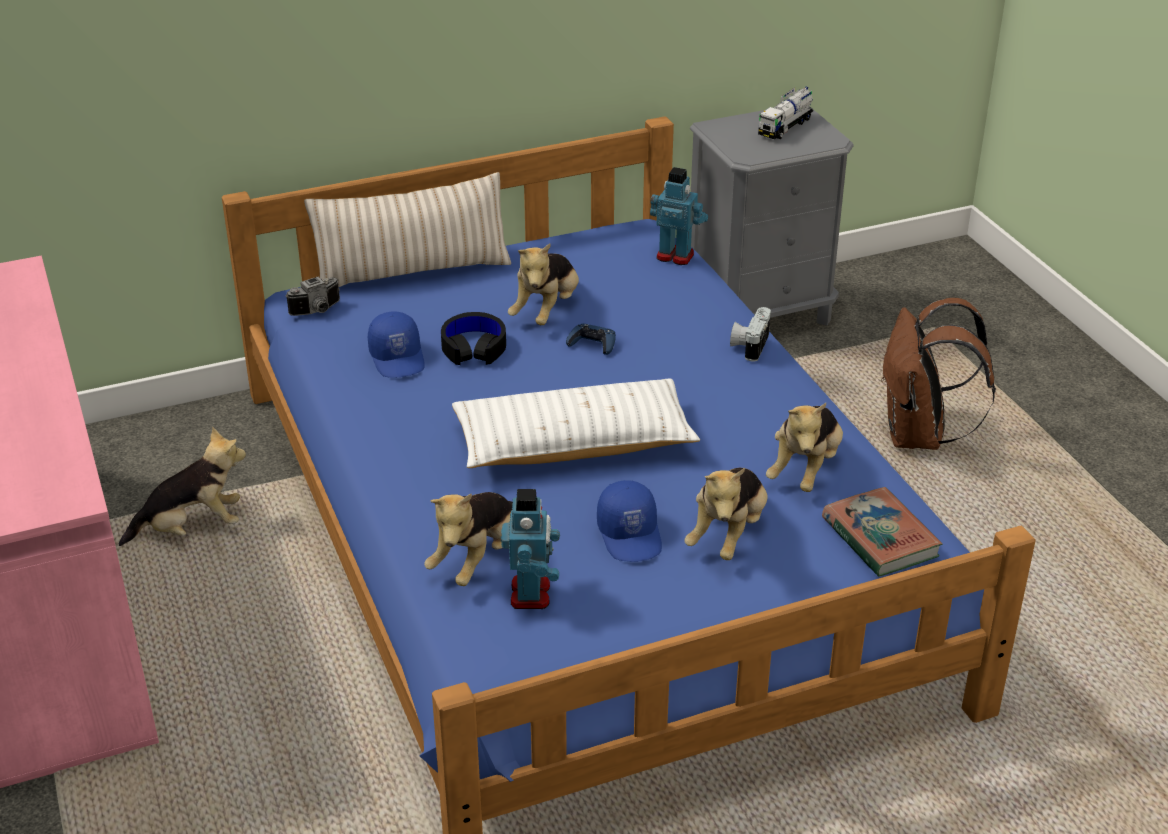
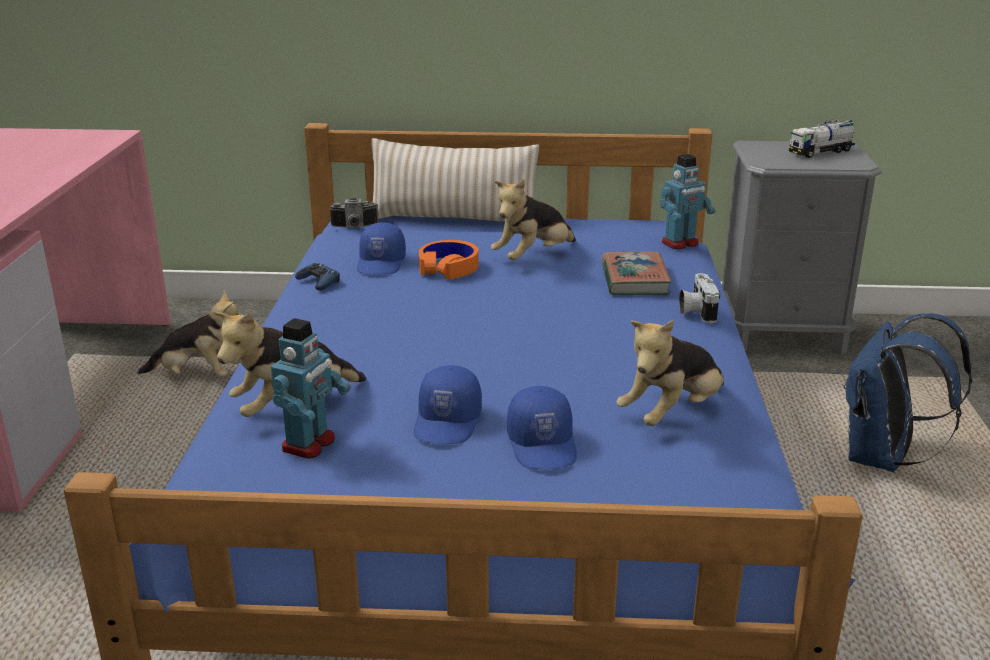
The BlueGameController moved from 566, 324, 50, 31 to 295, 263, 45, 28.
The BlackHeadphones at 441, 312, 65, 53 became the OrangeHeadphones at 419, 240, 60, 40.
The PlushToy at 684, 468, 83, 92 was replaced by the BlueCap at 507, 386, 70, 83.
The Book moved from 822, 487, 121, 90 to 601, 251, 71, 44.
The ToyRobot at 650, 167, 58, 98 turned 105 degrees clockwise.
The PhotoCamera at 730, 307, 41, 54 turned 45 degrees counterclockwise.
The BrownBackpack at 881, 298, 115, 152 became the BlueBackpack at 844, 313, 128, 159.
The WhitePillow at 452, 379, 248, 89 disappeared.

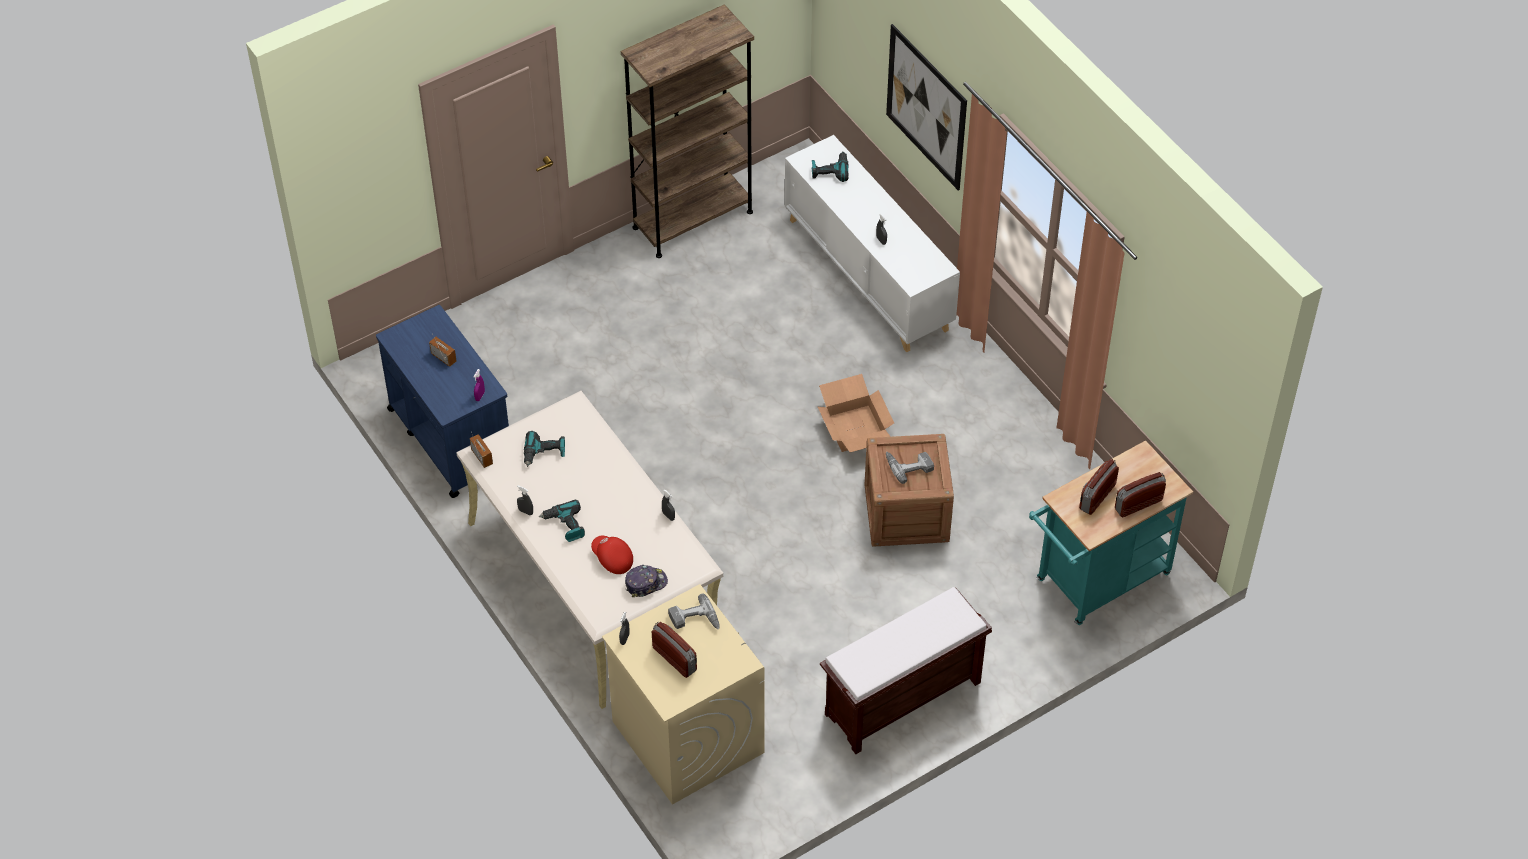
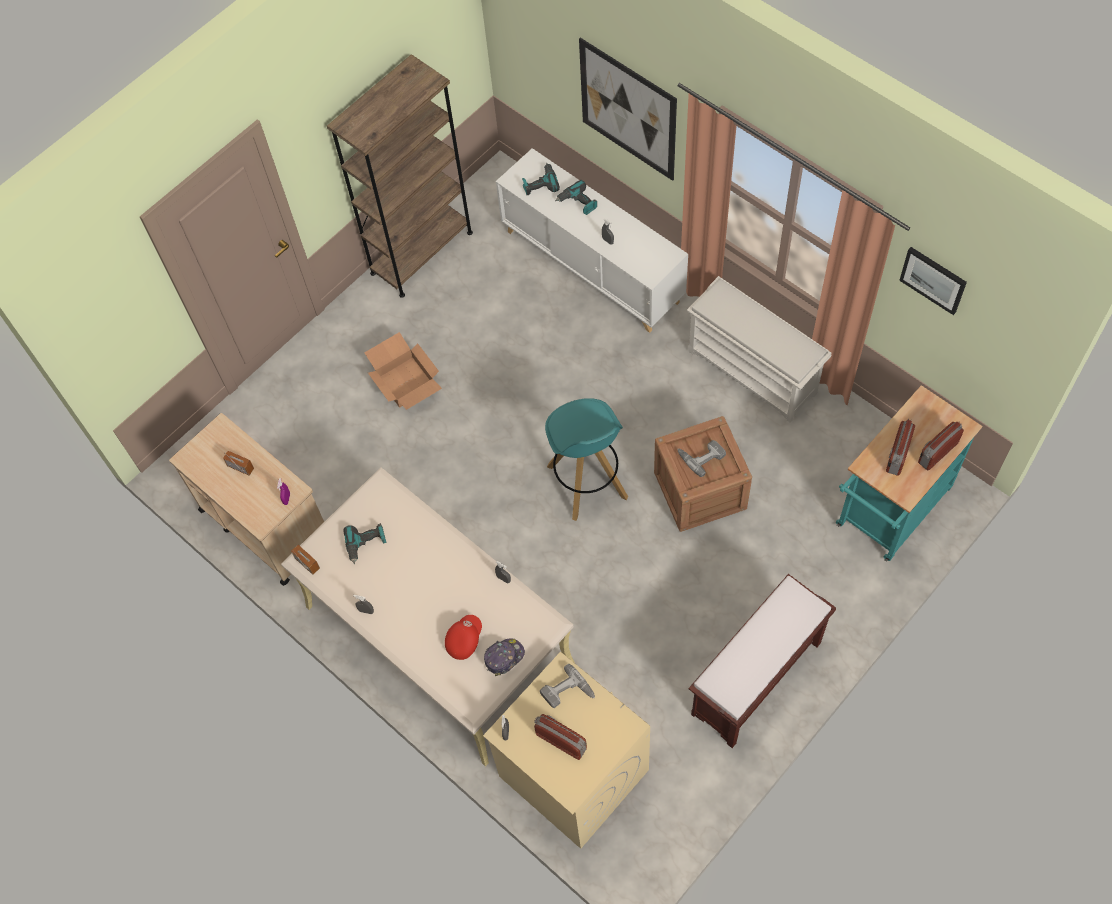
The BlueCart at 376, 305, 133, 193 became the BeigeCart at 169, 413, 155, 173.
The CardboardBox moved from 818, 374, 76, 78 to 365, 332, 77, 78.
The RedCap at 591, 536, 42, 38 turned 90 degrees clockwise.
The TurquoiseStool at 545, 398, 83, 123 appeared.
The PowerDrill moved from 539, 500, 46, 42 to 555, 180, 42, 35.
The WhiteShoeRack at 687, 276, 144, 146 appeared.
The Picture at 899, 247, 68, 68 appeared.

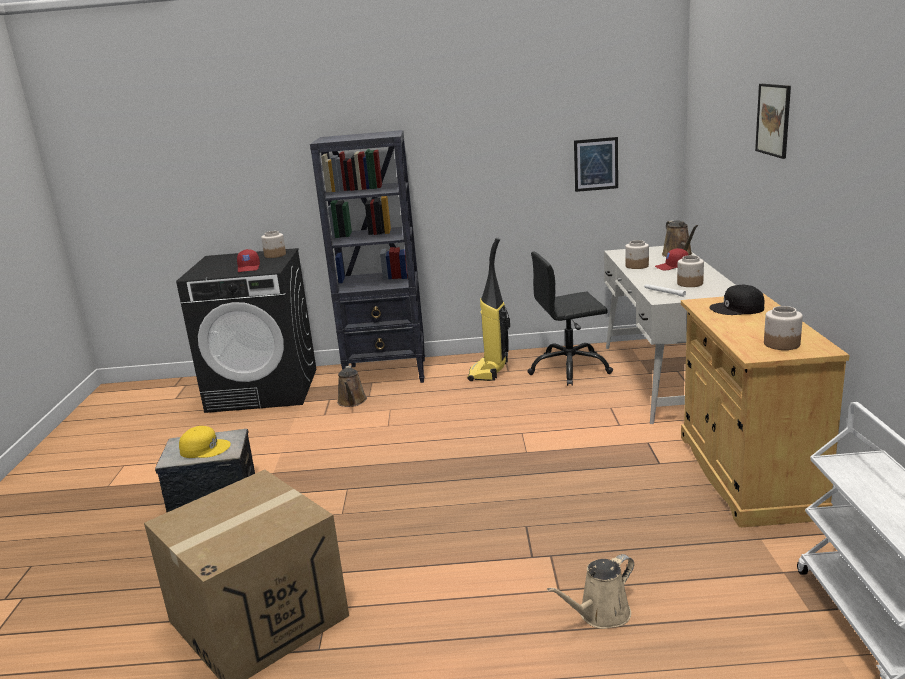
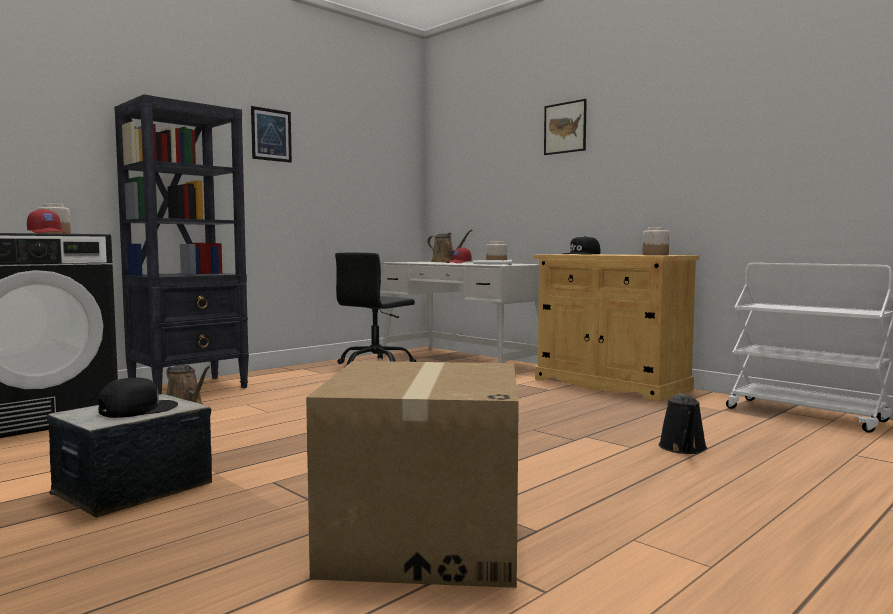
The YellowCap at 179, 426, 52, 32 became the BlackCap at 98, 378, 80, 40.
The Picture moved from 574, 137, 44, 55 to 251, 106, 41, 57.
The BeigeWateringCan at 547, 554, 87, 75 became the BlackWateringCan at 659, 394, 48, 60.
The VacuumCleaner at 467, 237, 43, 144 disappeared.
The Jar at 625, 240, 24, 29 disappeared.

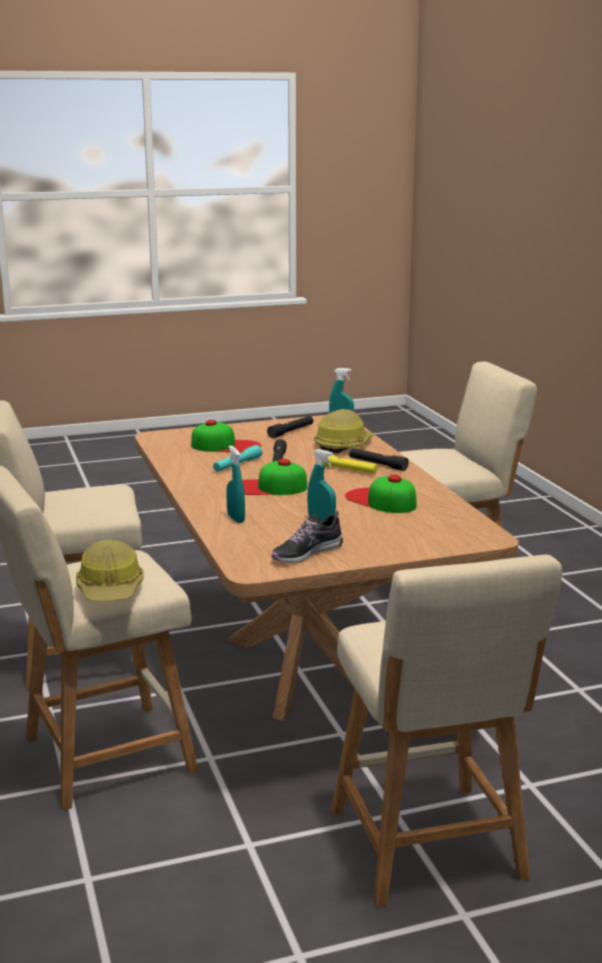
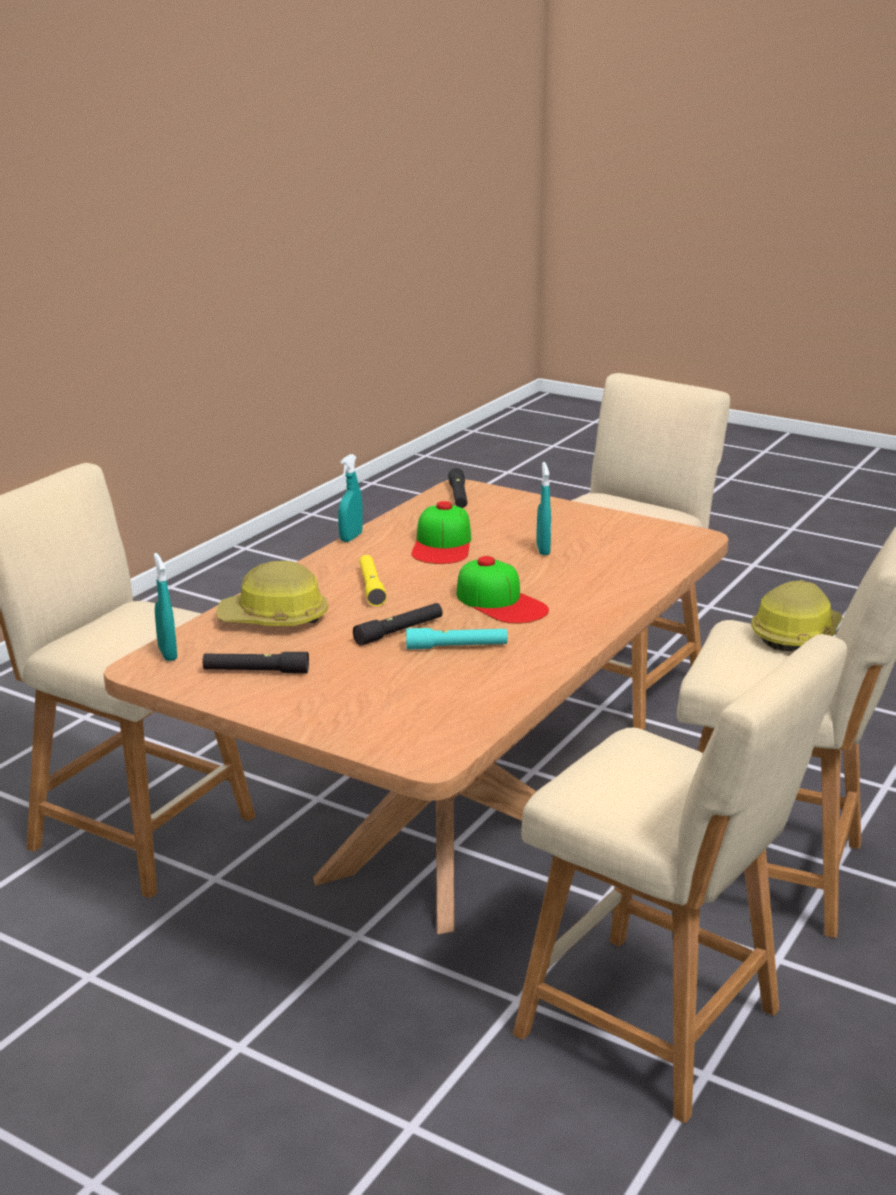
The TurquoiseSprayBottle moved from 226, 445, 19, 78 to 338, 454, 25, 88.
The BlackFlashlight moved from 349, 448, 60, 23 to 448, 468, 20, 40.
The Cap at 191, 420, 70, 32 disappeared.
The Shoe at 271, 510, 72, 53 disappeared.

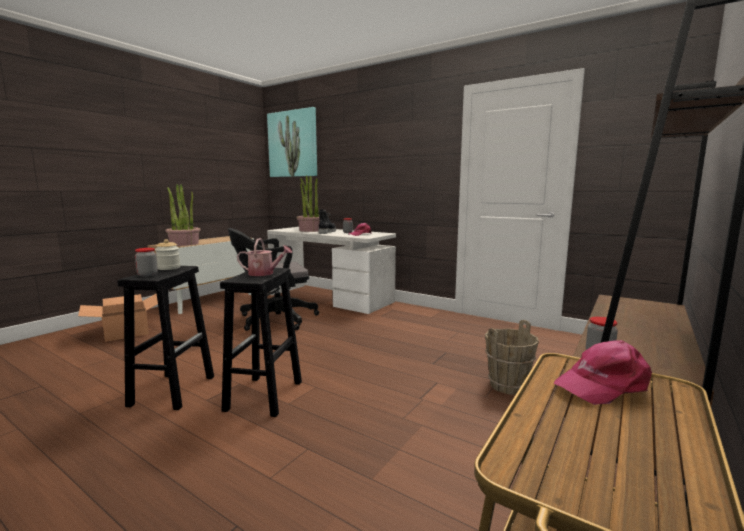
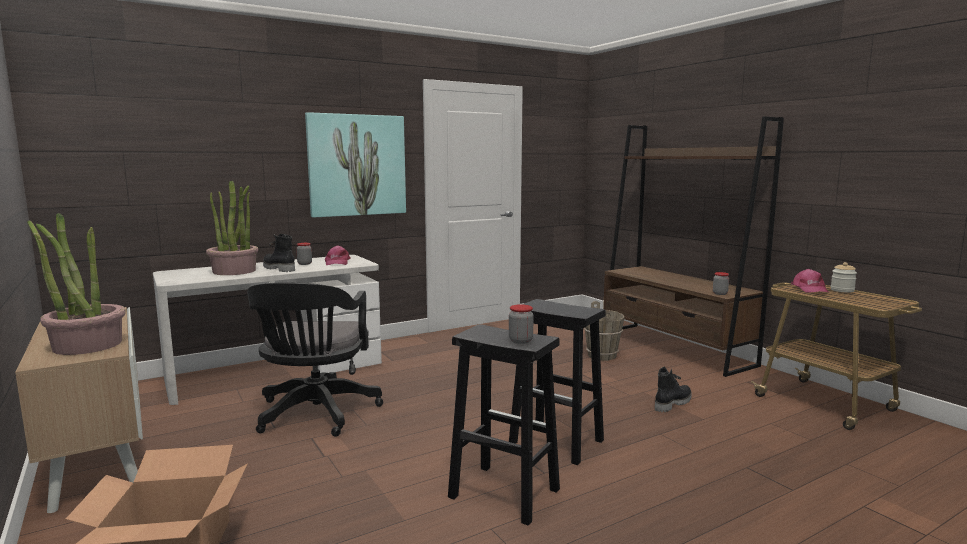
The Picture moved from 267, 107, 50, 70 to 305, 112, 101, 105.
The BlackBoot at 655, 366, 37, 46 appeared.
The Jar moved from 155, 239, 26, 31 to 831, 262, 26, 31.
The WateringCan at 237, 238, 55, 38 disappeared.

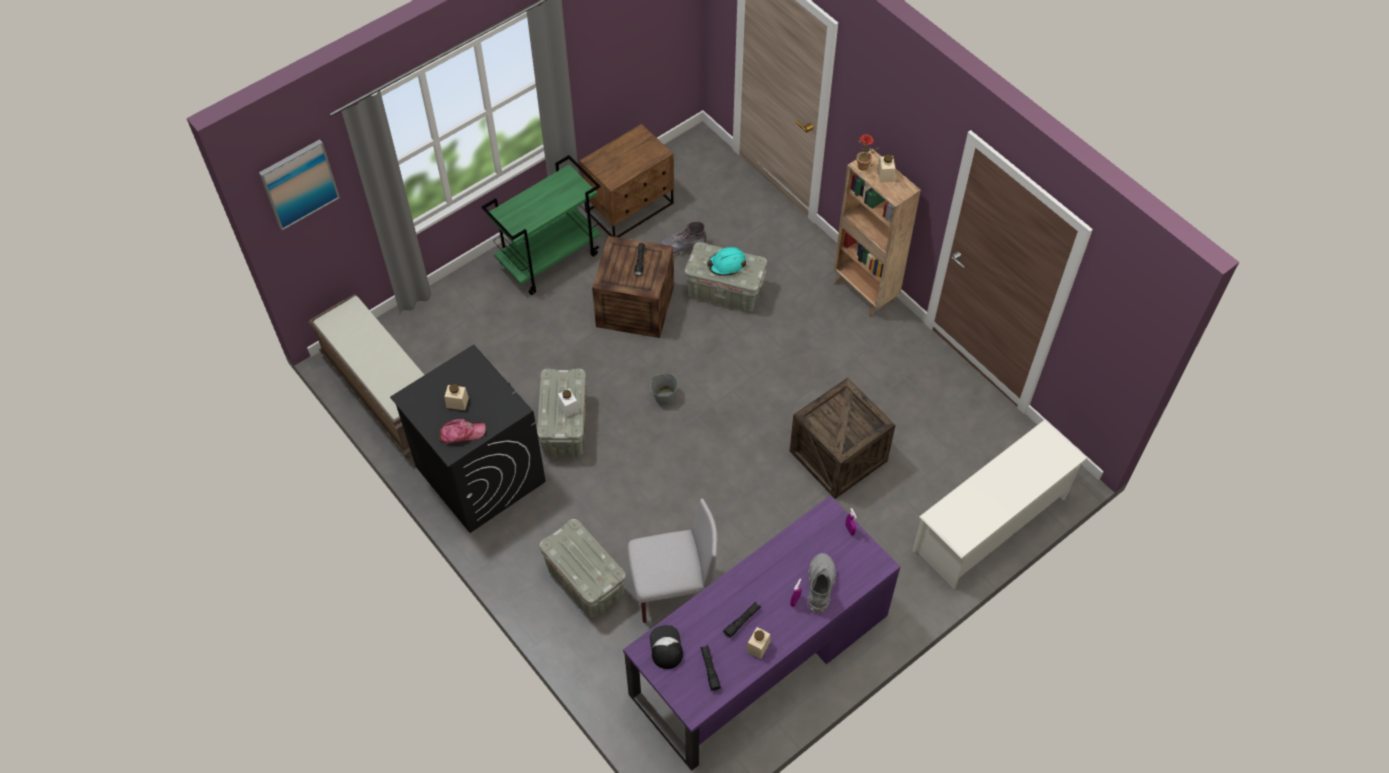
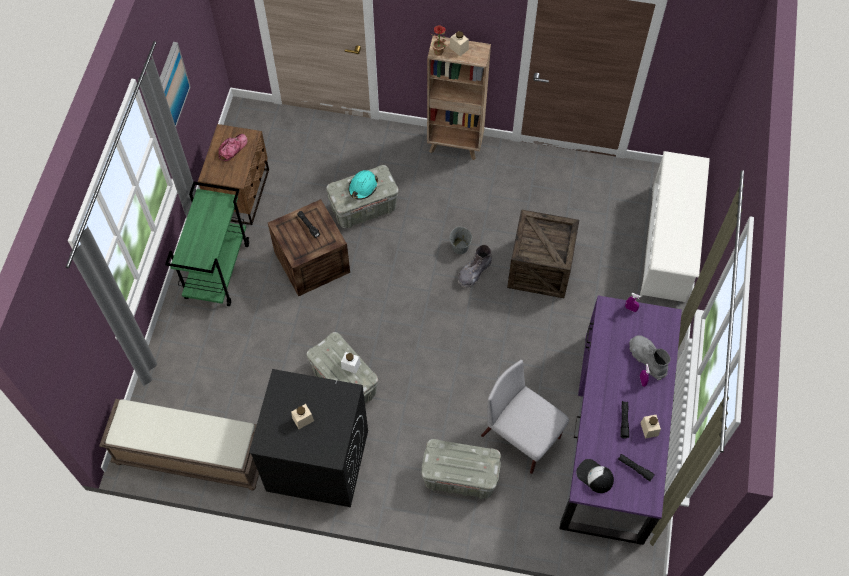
The Picture moved from 259, 139, 81, 91 to 160, 42, 31, 84.
The Cap moved from 439, 418, 47, 26 to 218, 134, 30, 27.
The GreyBucket moved from 650, 373, 28, 32 to 449, 227, 23, 27.
The GreyBoot moved from 659, 222, 48, 35 to 458, 245, 34, 43.
The GreyChair at 627, 498, 90, 125 turned 90 degrees counterclockwise.

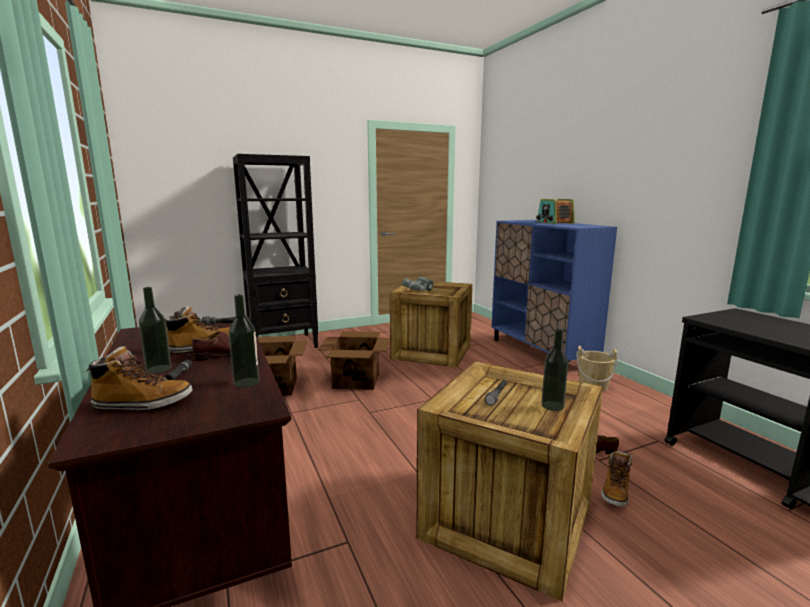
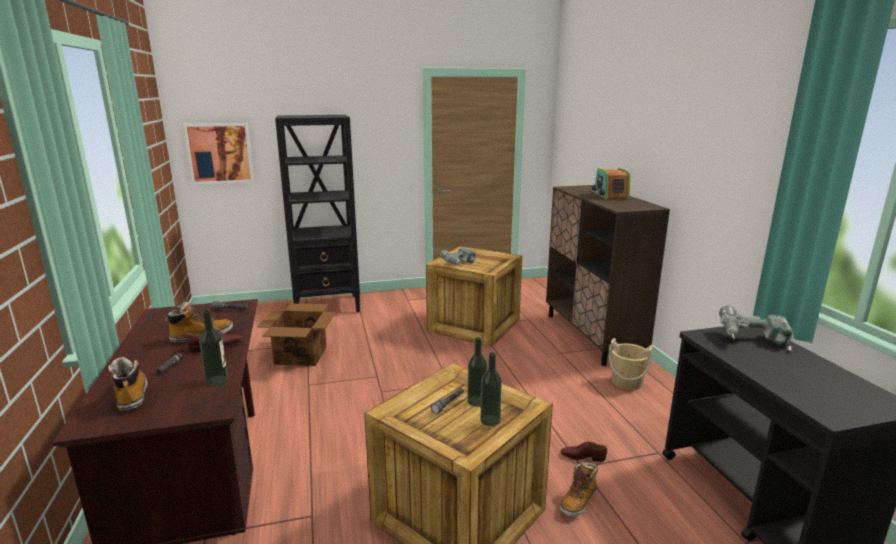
The Boot at 86, 346, 106, 65 turned 120 degrees counterclockwise.
The Picture at 183, 123, 71, 62 appeared.
The Bottle moved from 139, 287, 32, 87 to 467, 337, 21, 70.
The BlueCabinet at 491, 220, 126, 142 became the BrownCabinet at 546, 185, 124, 181.
The PowerDrill at 719, 305, 74, 46 appeared.
The CardboardBox at 318, 331, 72, 59 disappeared.

